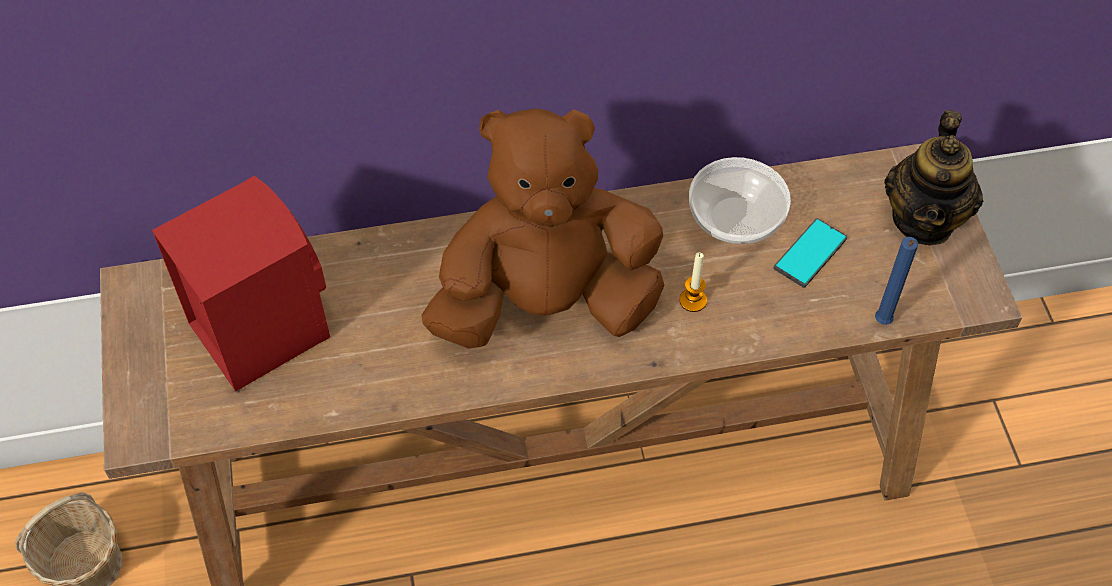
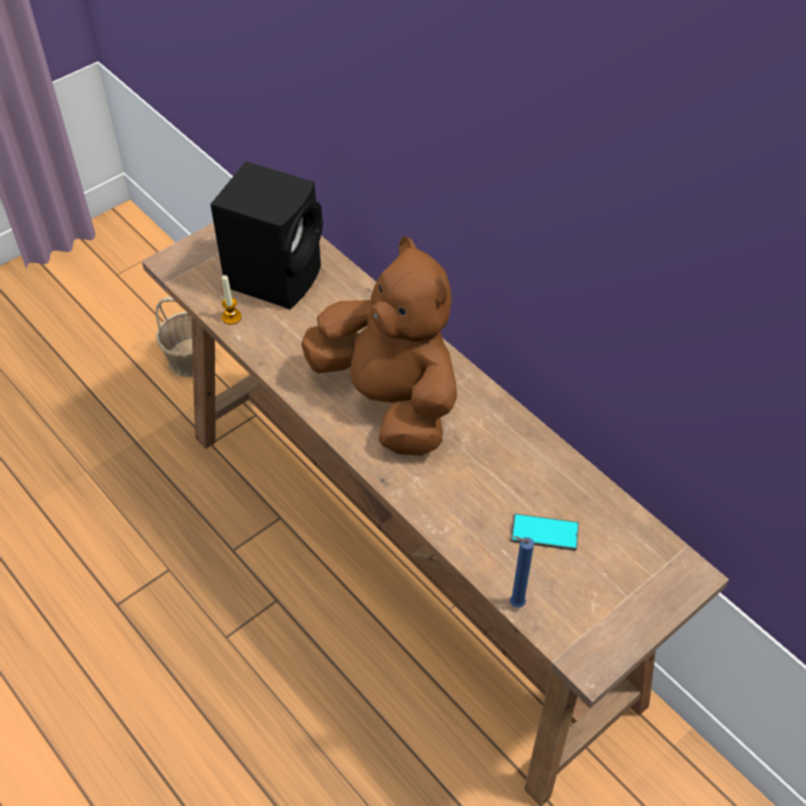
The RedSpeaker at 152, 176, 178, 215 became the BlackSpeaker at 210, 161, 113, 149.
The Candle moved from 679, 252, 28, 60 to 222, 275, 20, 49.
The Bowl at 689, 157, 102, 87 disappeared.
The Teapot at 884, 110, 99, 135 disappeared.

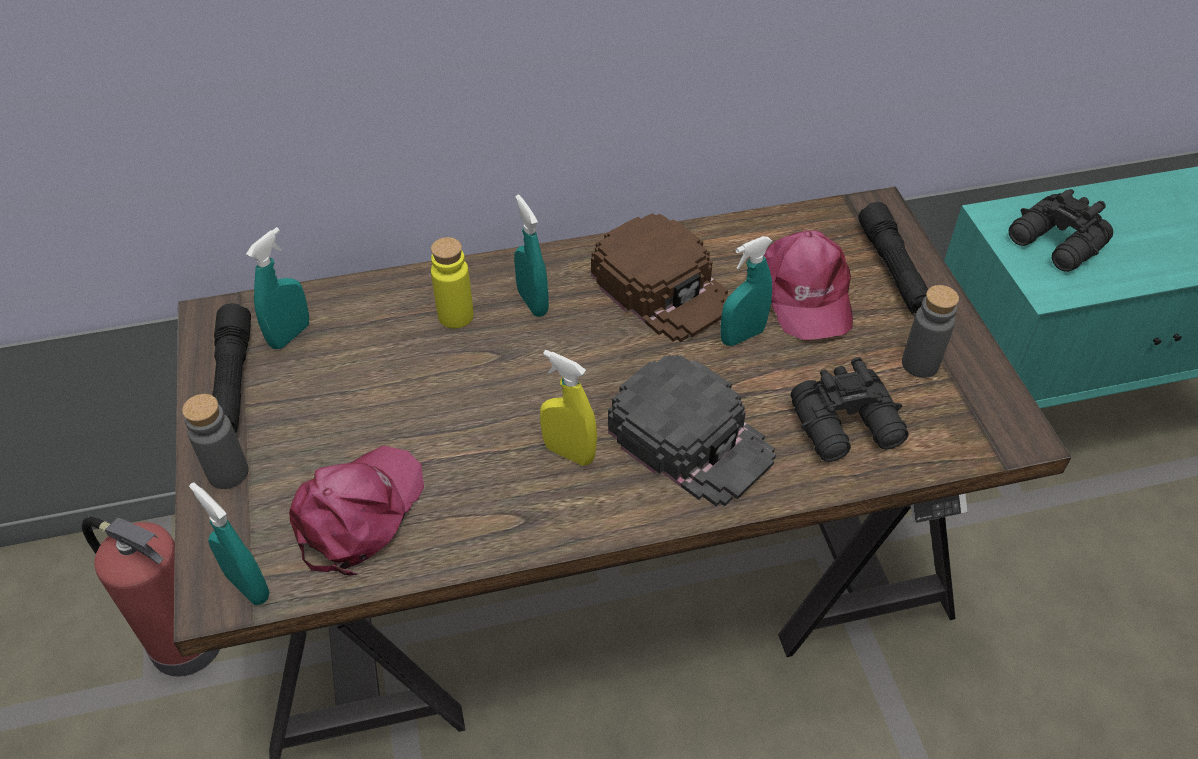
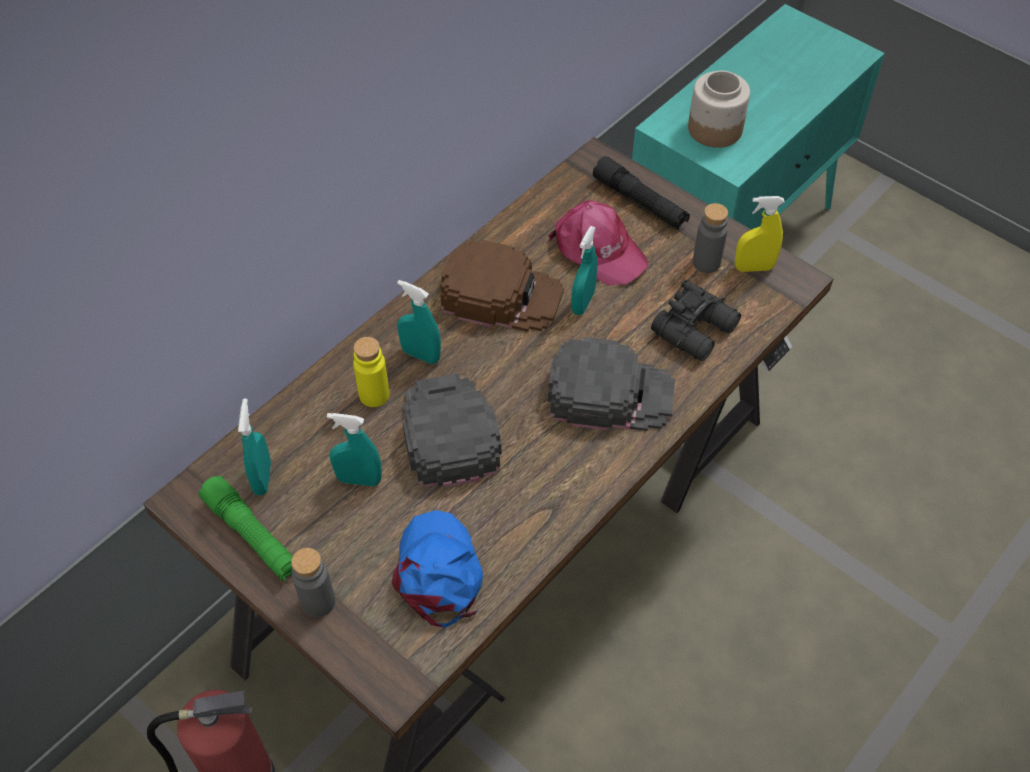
The BlackFlashlight at 212, 303, 39, 129 became the GreenFlashlight at 199, 476, 94, 106.
The TurquoiseSprayBottle moved from 189, 482, 80, 123 to 327, 413, 55, 74.
The PinkCap at 289, 445, 135, 131 became the BlueCap at 392, 510, 91, 118.
The BlackCap at 402, 373, 100, 114 appeared.
The BlackBinoculars at 1009, 189, 104, 83 was replaced by the Jar at 688, 71, 62, 77.
The YellowSprayBottle moved from 540, 350, 57, 116 to 735, 196, 49, 76.

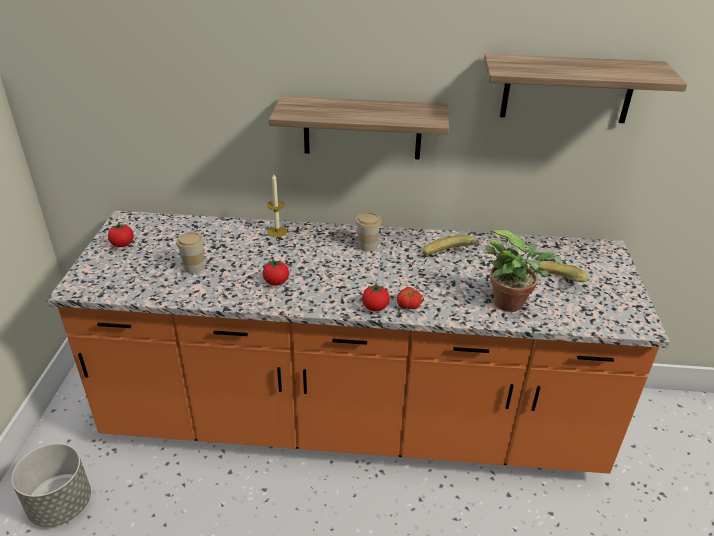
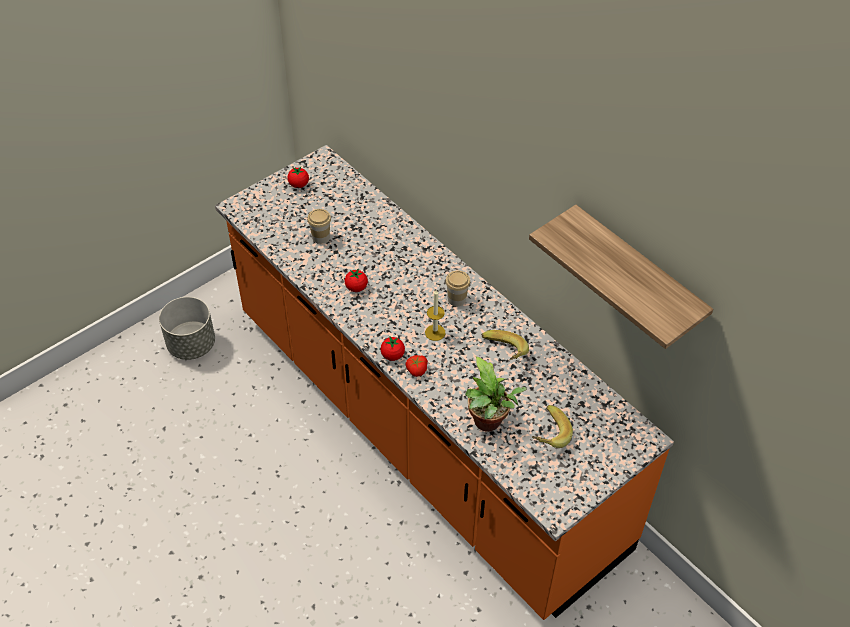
The Candle moved from 267, 174, 20, 63 to 425, 290, 20, 51.
The Shelf at 269, 96, 180, 64 disappeared.

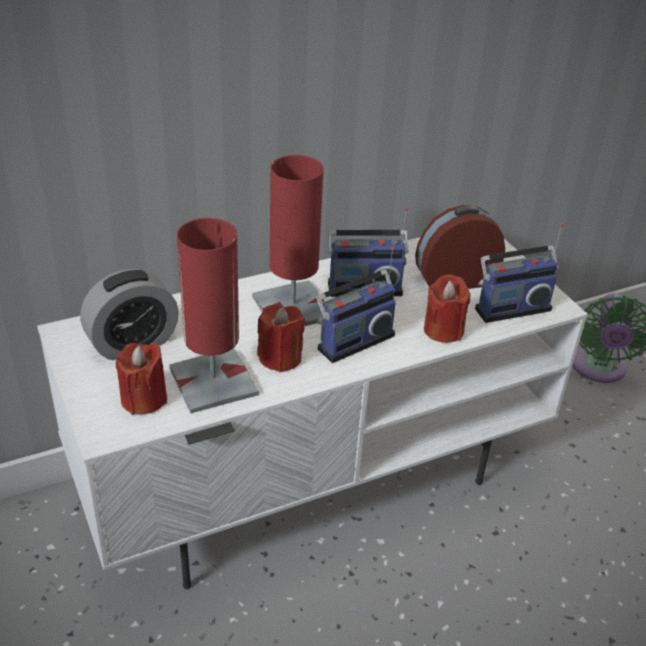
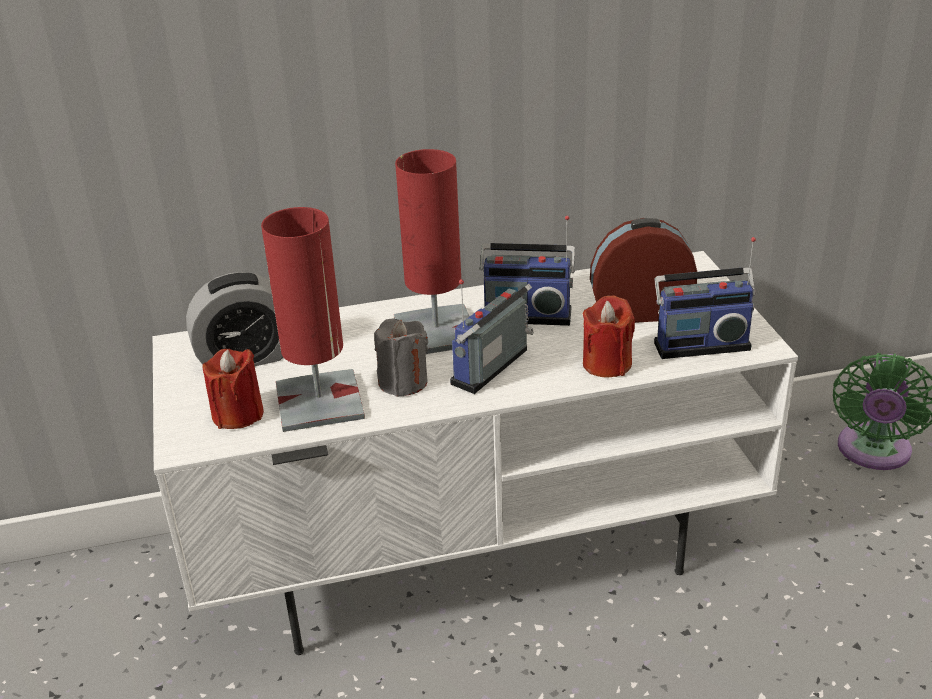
The RedCandle at 257, 305, 48, 67 became the GreyCandle at 374, 318, 54, 79.
The Radio at 316, 246, 80, 117 turned 150 degrees clockwise.

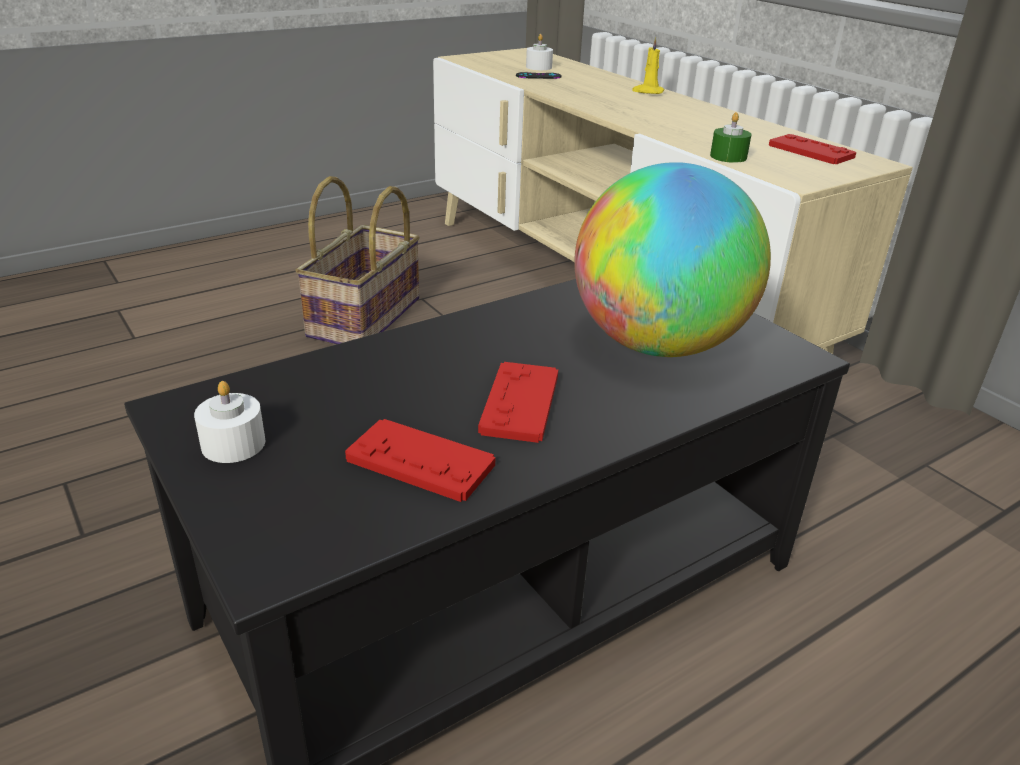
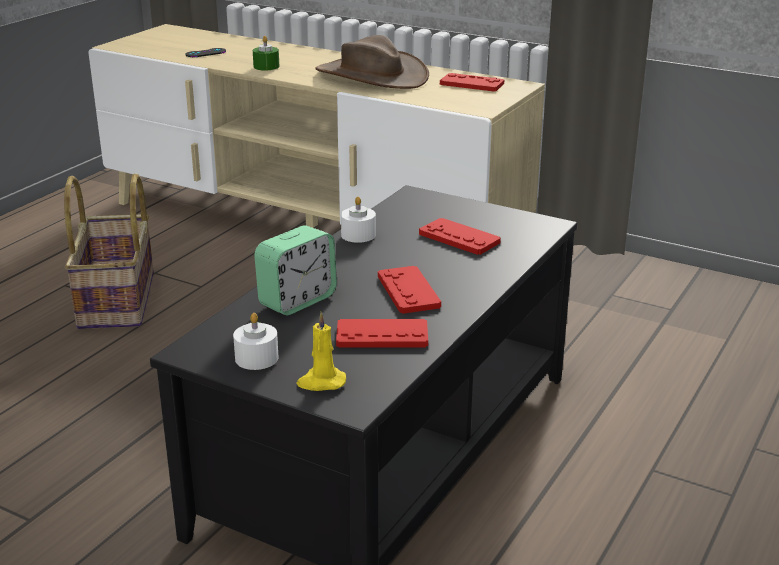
The GreenCandle moved from 710, 112, 41, 51 to 253, 36, 27, 35.
The AlarmClock at 254, 225, 83, 90 appeared.
The YellowCandle moved from 632, 37, 32, 57 to 296, 312, 50, 79.
The BrownHat at 315, 35, 114, 54 appeared.
The WhiteCandle moved from 526, 34, 27, 36 to 341, 196, 35, 47.
The Globe at 574, 162, 197, 195 was replaced by the RedGameController at 419, 218, 82, 37.

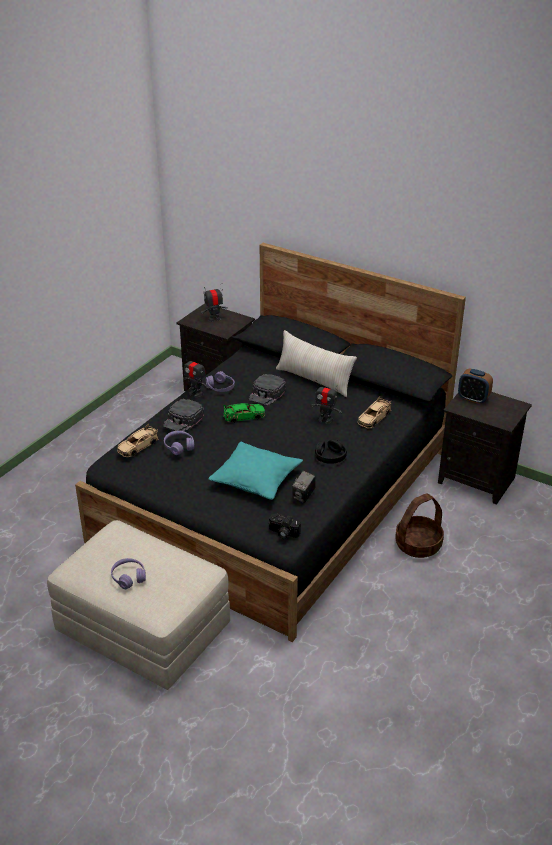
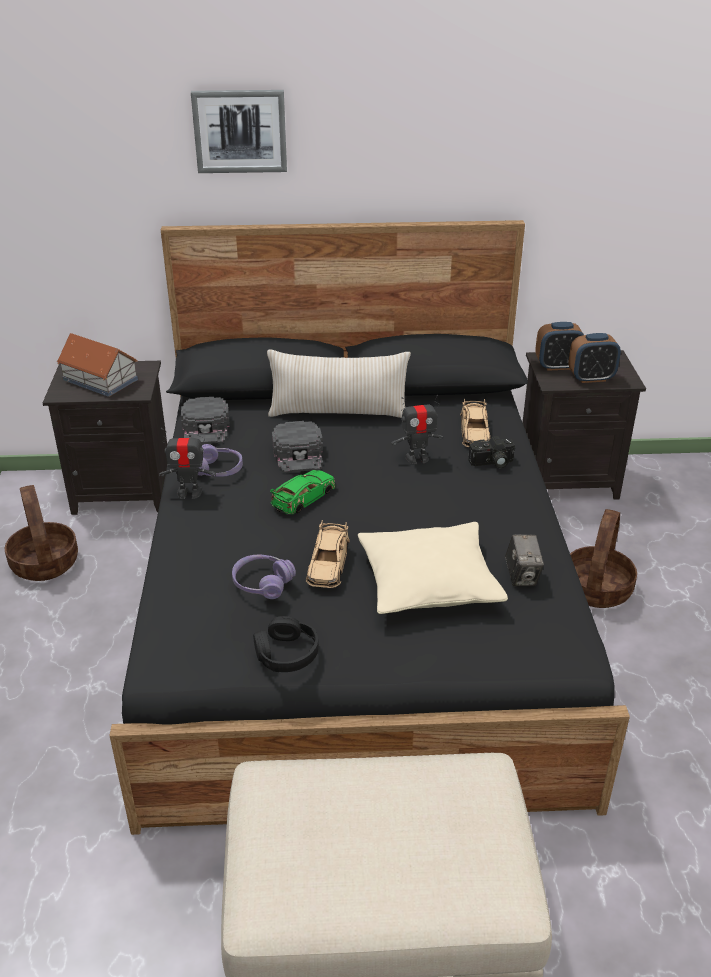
The Basket at 5, 485, 73, 96 appeared.
The ToyRobot at 201, 287, 27, 35 was replaced by the ToyHouse at 56, 333, 82, 64.
The BlackCap moved from 163, 399, 41, 33 to 181, 397, 48, 47.
The Picture at 191, 90, 96, 83 appeared.
The BlackHeadphones moved from 315, 439, 32, 25 to 253, 616, 66, 56.
The BeigeToyCar moved from 117, 424, 42, 33 to 306, 520, 44, 68.
The TurquoisePillow at 209, 442, 94, 58 became the BeigePillow at 358, 522, 150, 92.
The PhotoCamera moved from 269, 514, 32, 25 to 468, 436, 47, 32.
The AlarmClock at 568, 333, 53, 50 appeared.
The PurpleHeadphones at 111, 558, 35, 31 disappeared.

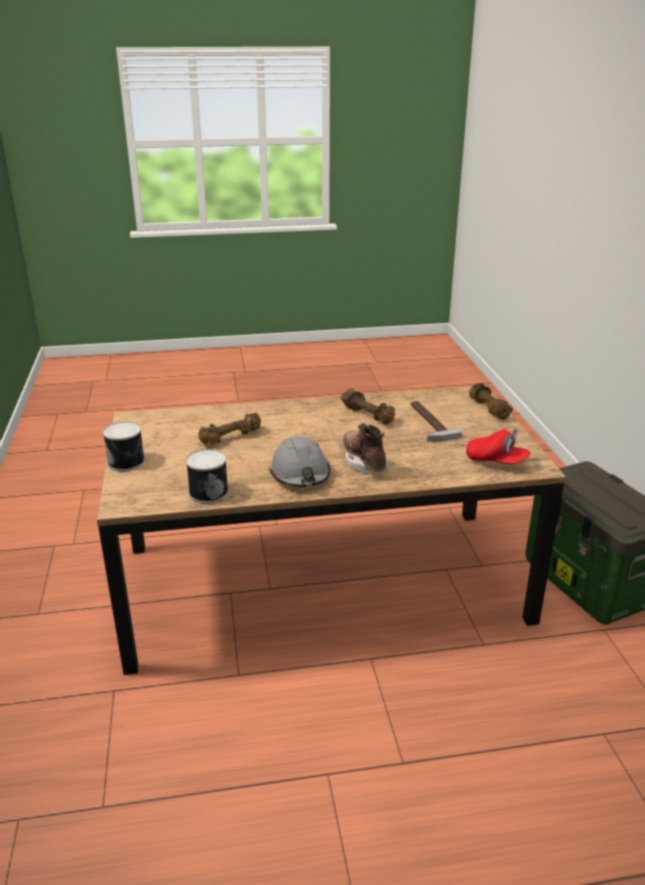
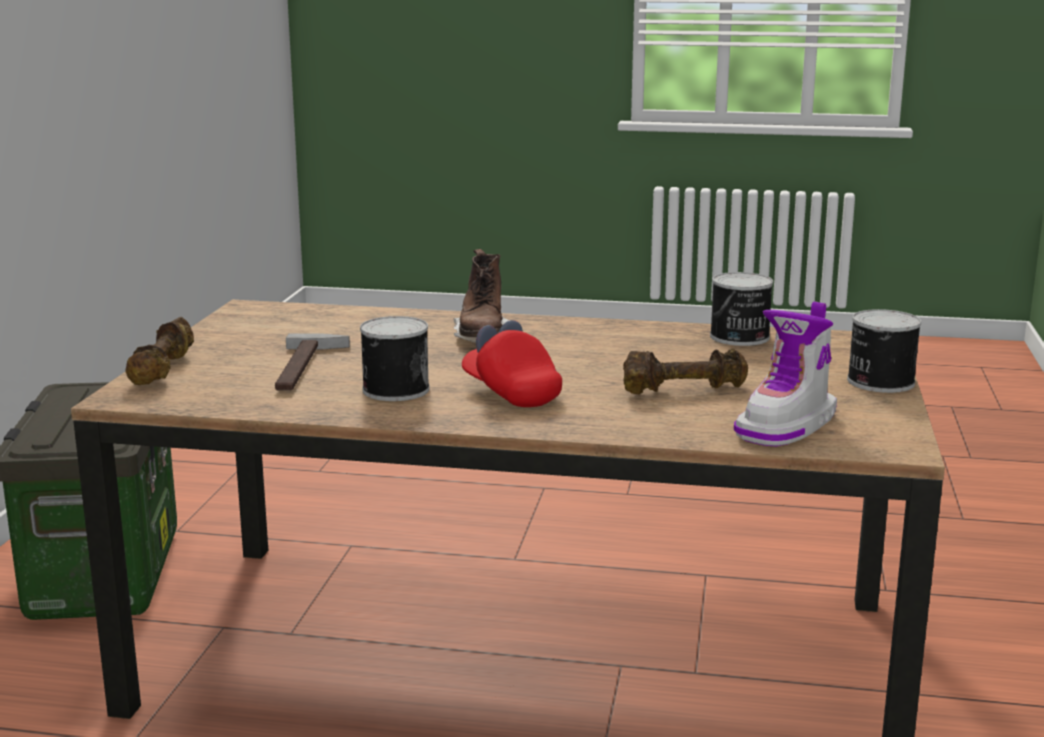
The BrownDumbbell at 340, 388, 55, 37 was replaced by the Can at 360, 316, 70, 85.
The RedCap moved from 466, 428, 65, 36 to 462, 320, 100, 87.
The Boot at 734, 302, 103, 145 appeared.
The GreyHardHat at 270, 436, 60, 51 disappeared.

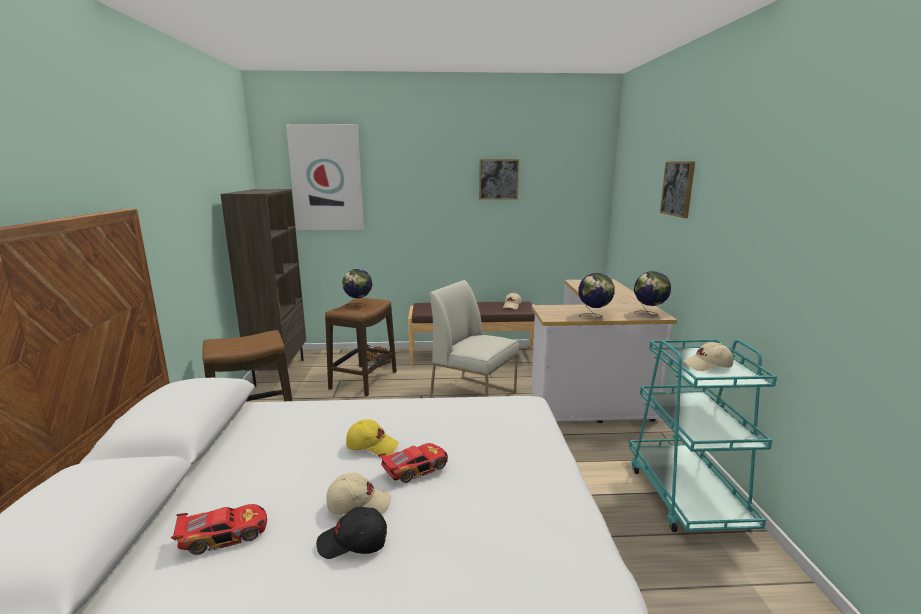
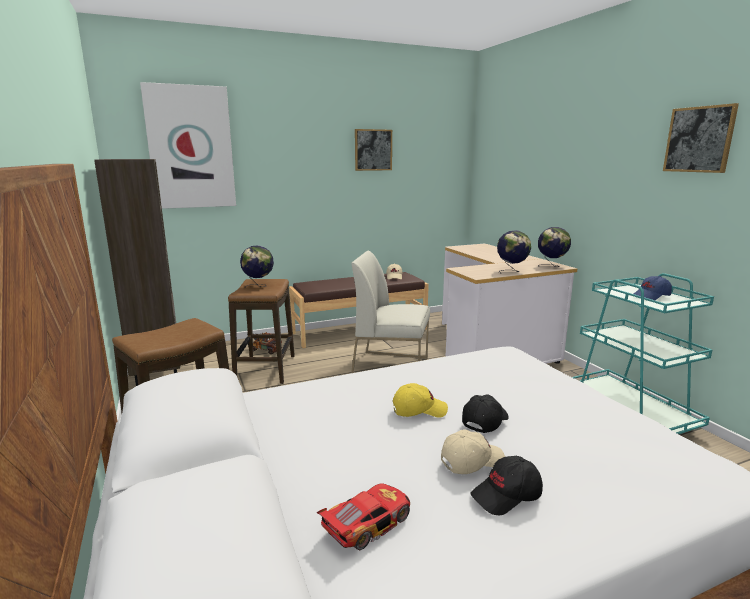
The ToyCar at 378, 443, 70, 40 was replaced by the BlackCap at 462, 394, 47, 39.
The BeigeCap at 683, 342, 50, 29 became the BlueCap at 634, 276, 38, 24.
The Picture moved from 660, 161, 35, 57 to 663, 103, 76, 70.

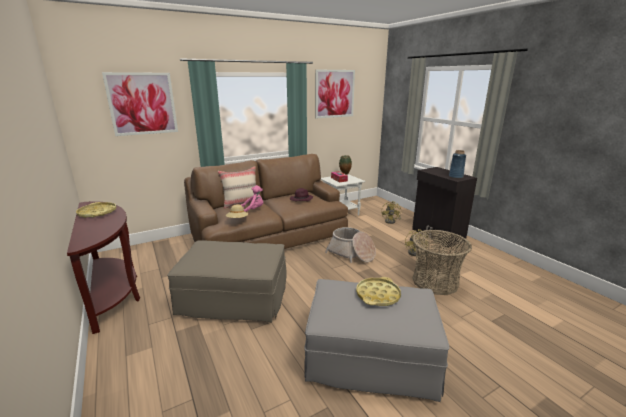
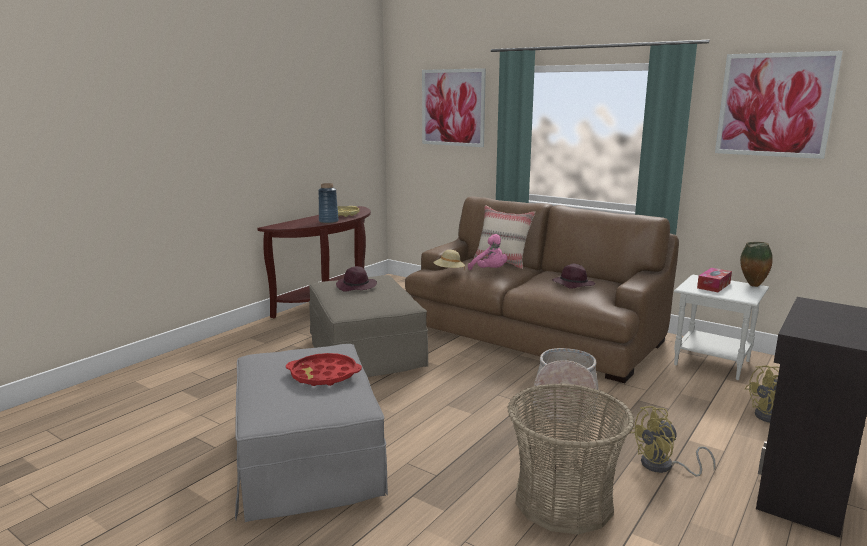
The YellowTray at 356, 277, 45, 29 became the RedTray at 286, 353, 76, 33.
The BlueVase moved from 449, 150, 17, 29 to 318, 183, 21, 40.
The PurpleHat at 336, 266, 41, 26 appeared.

